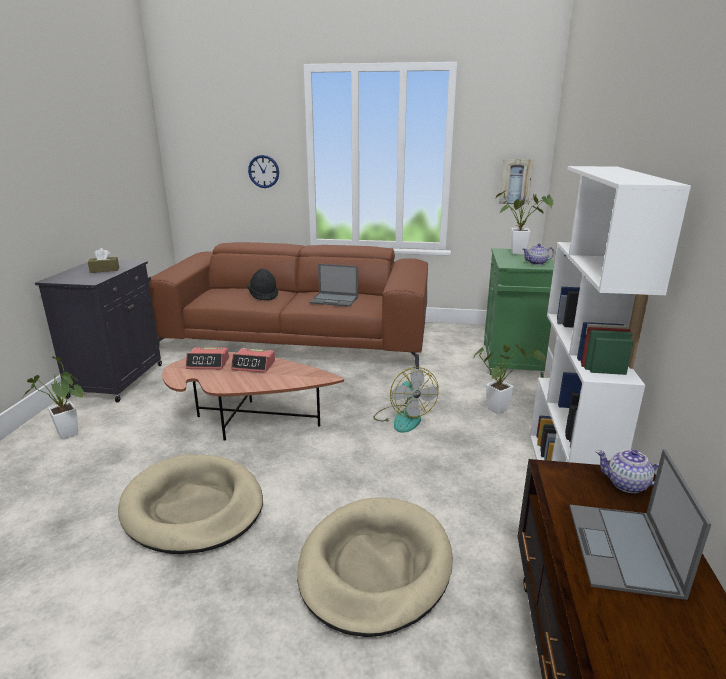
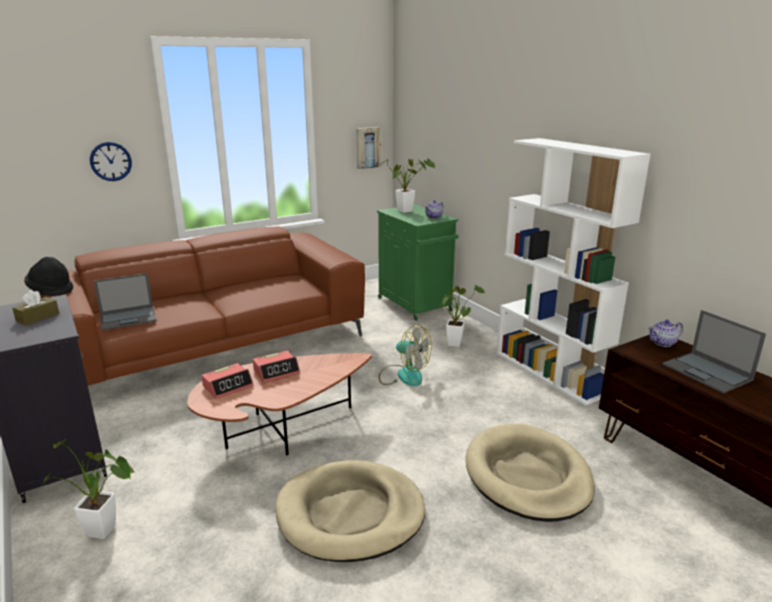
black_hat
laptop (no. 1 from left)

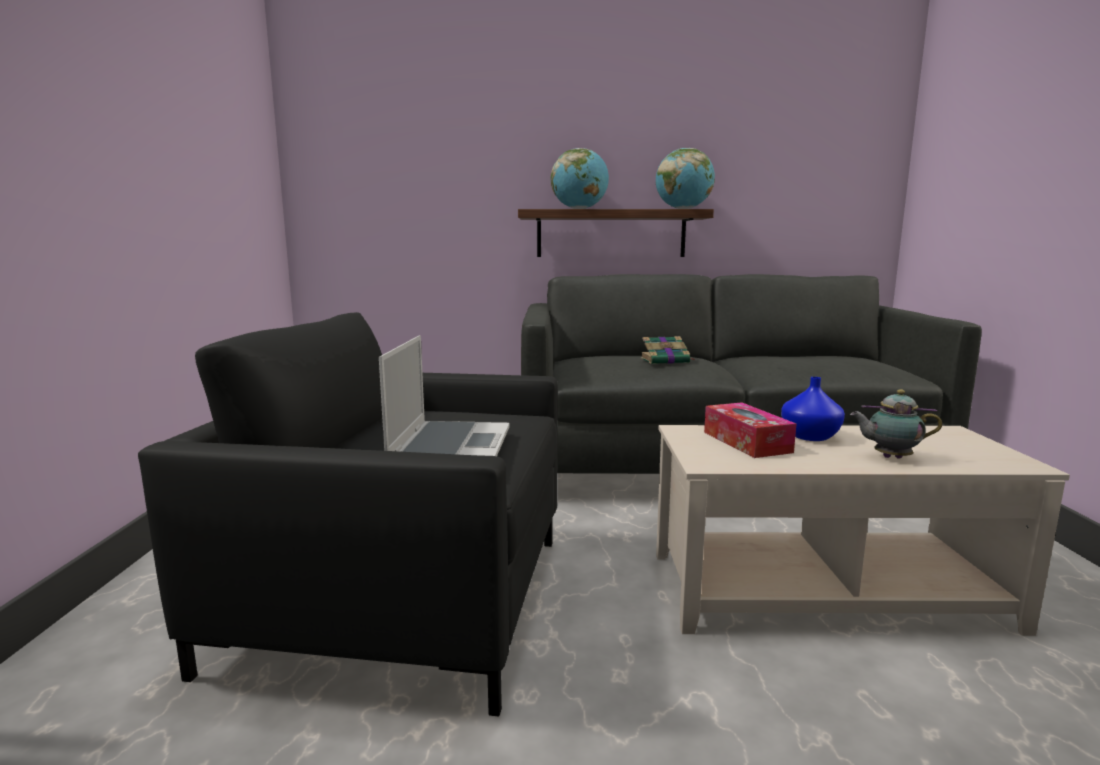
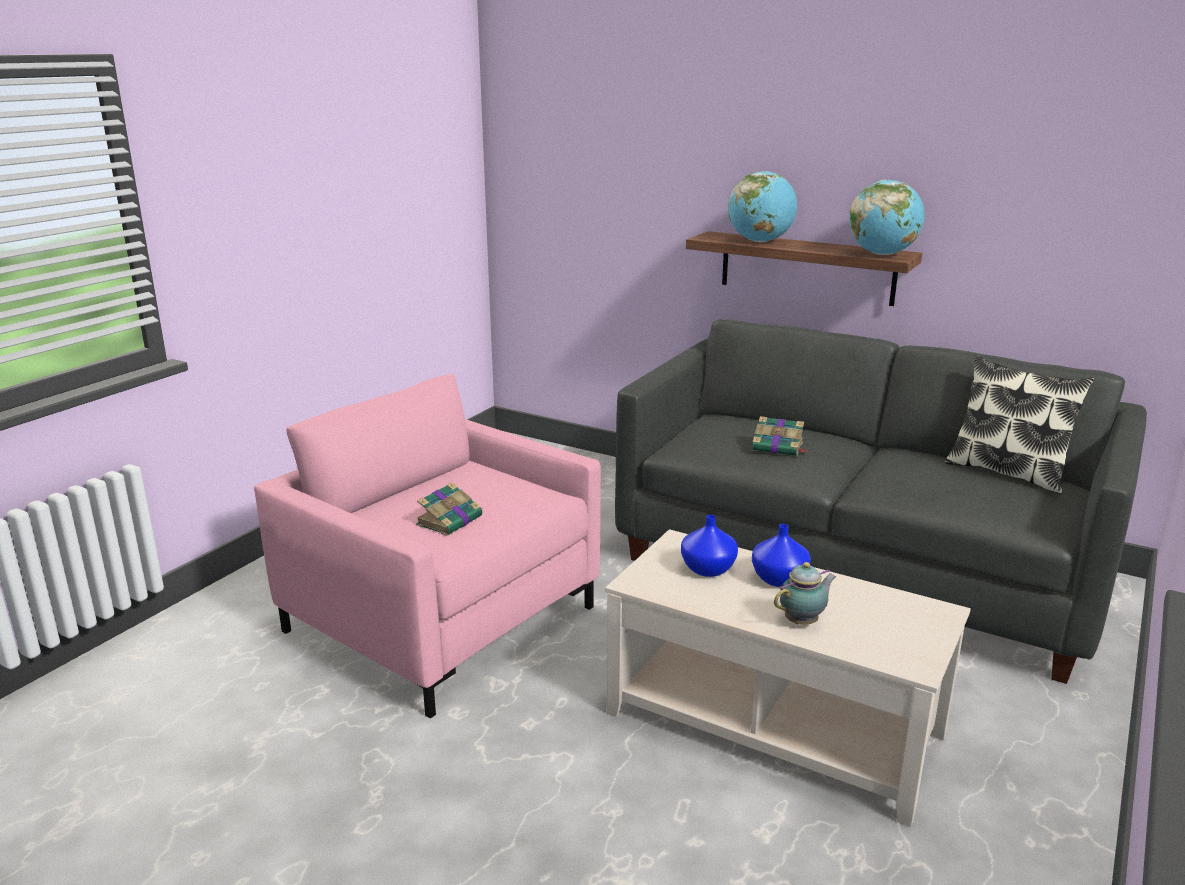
pink_armchair
book (no. 1 from left)
blue_vase (no. 1 from left)
teapot
pillow

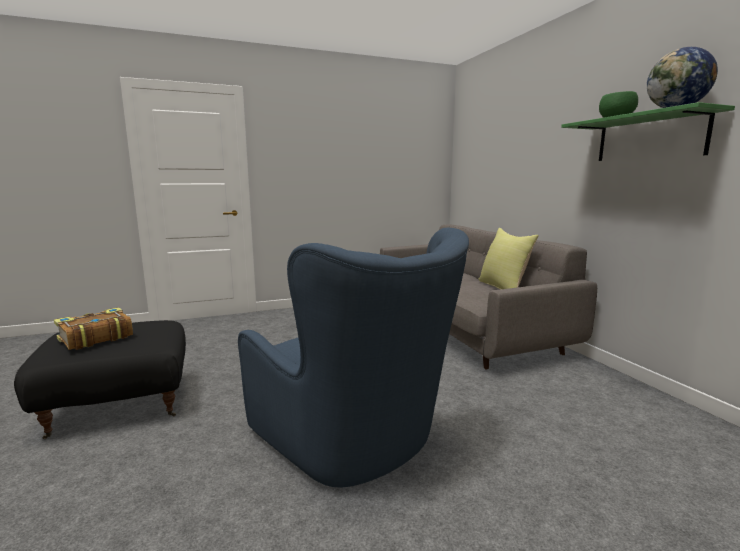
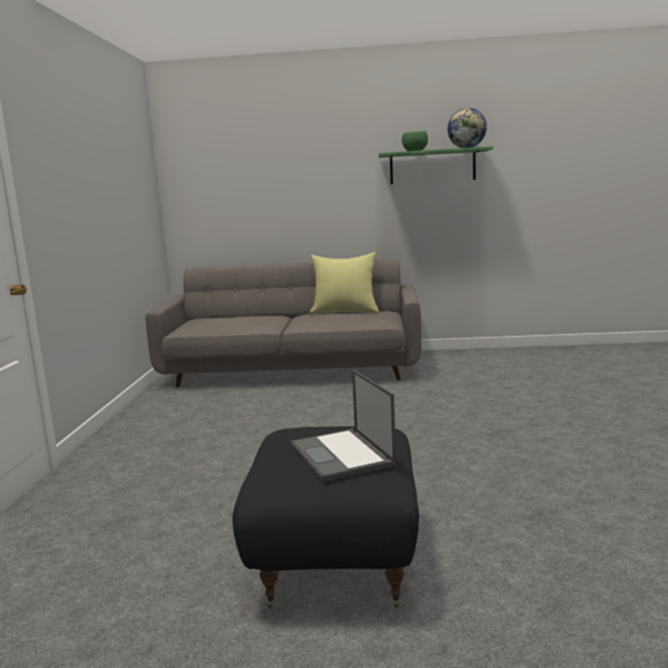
laptop
blue_armchair

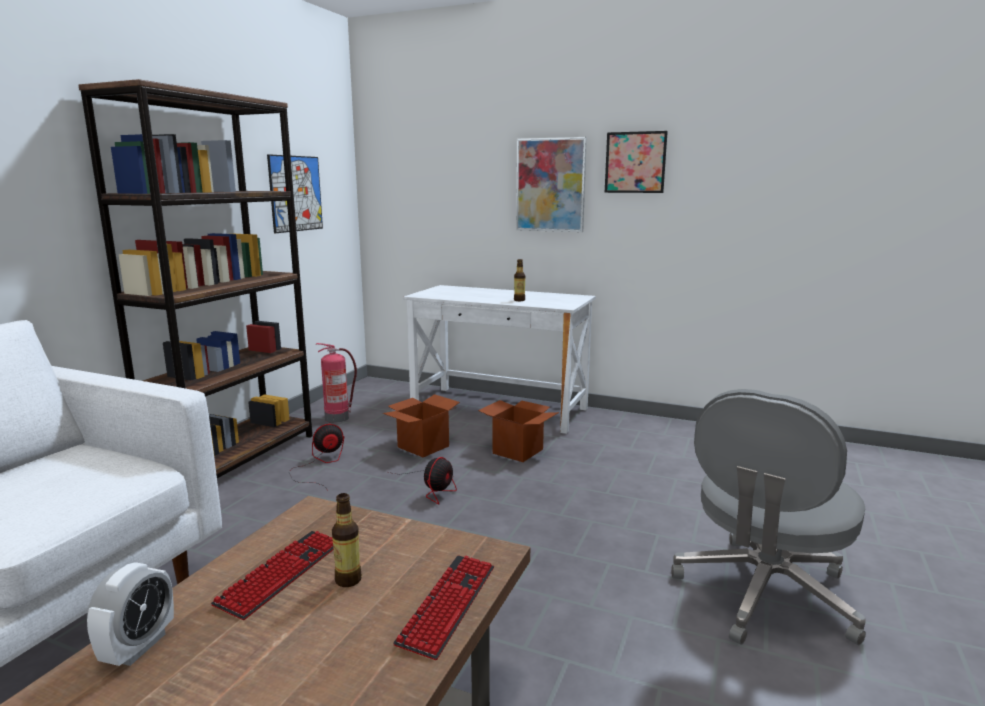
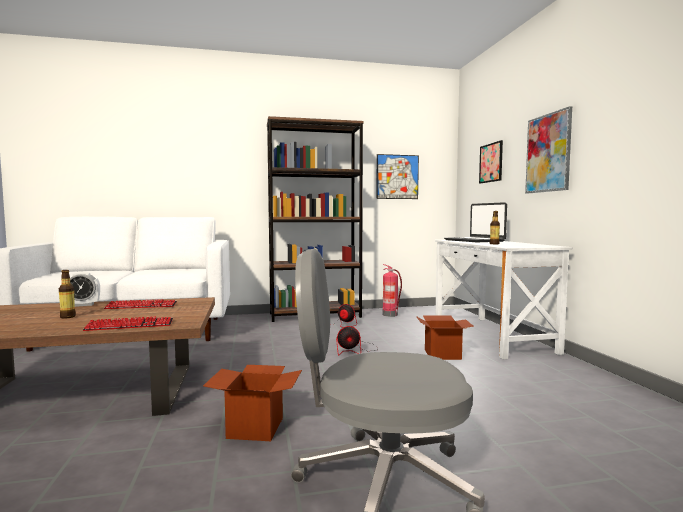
bottle (no. 1 from left)
cardboard_box (no. 1 from left)
laptop
picture (no. 2 from left)

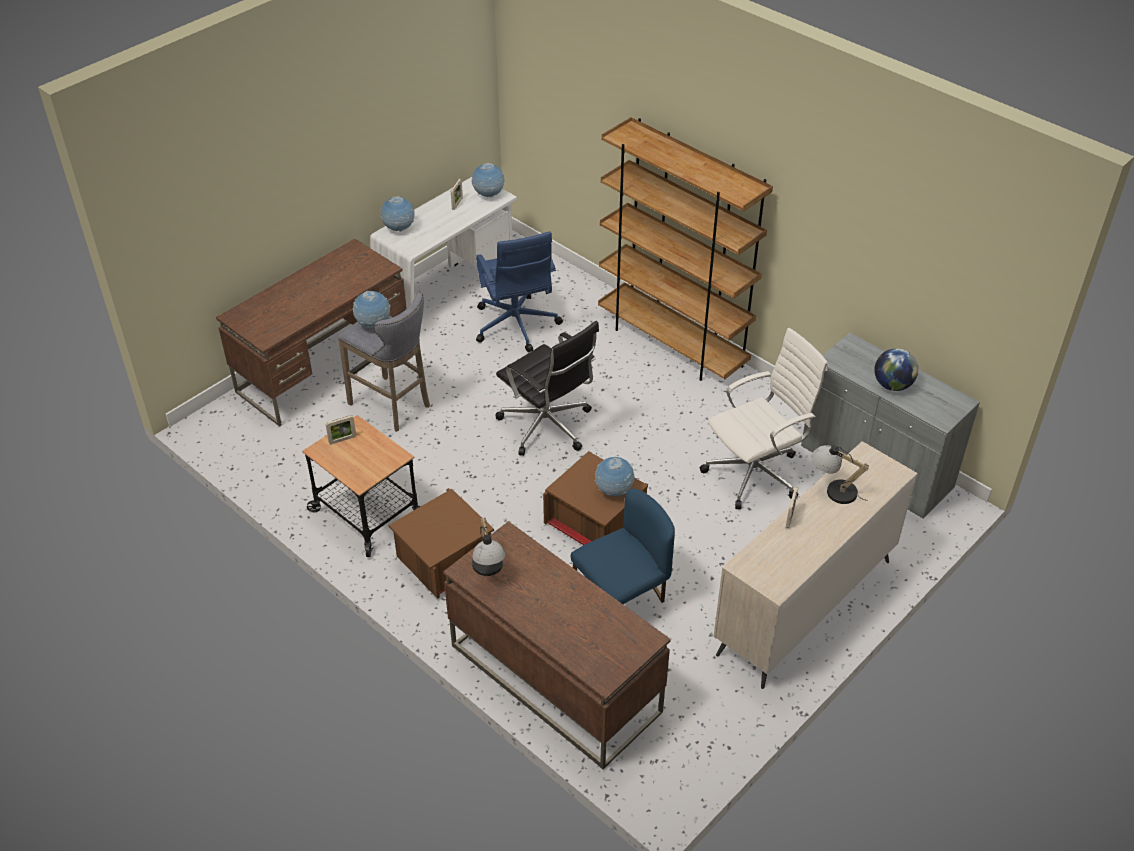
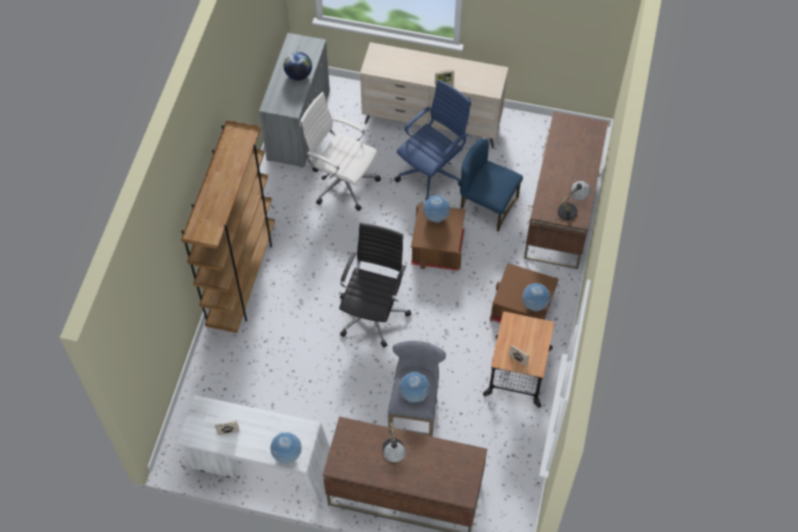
table_lamp (no. 1 from left)
blue_office_chair
globe (no. 5 from left)

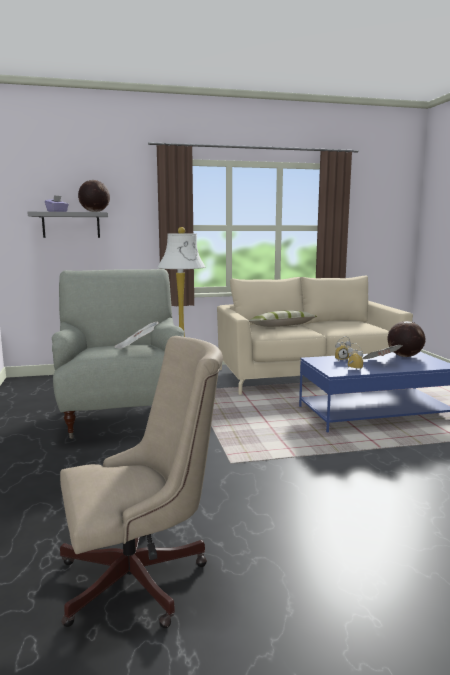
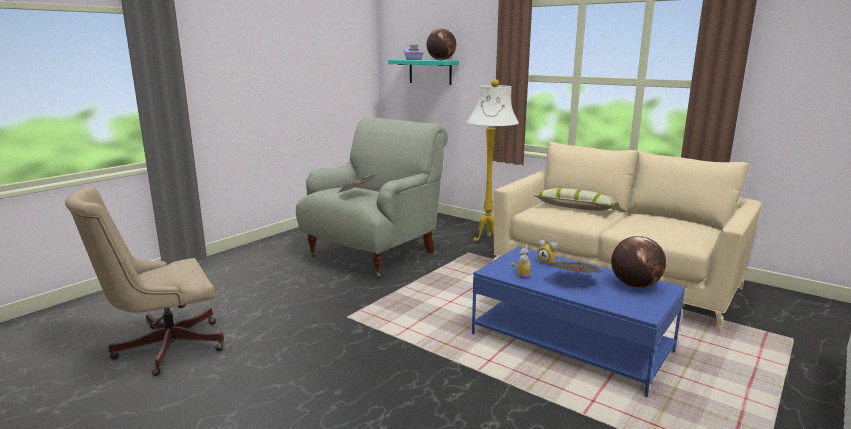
beige_office_chair
turquoise_shelf

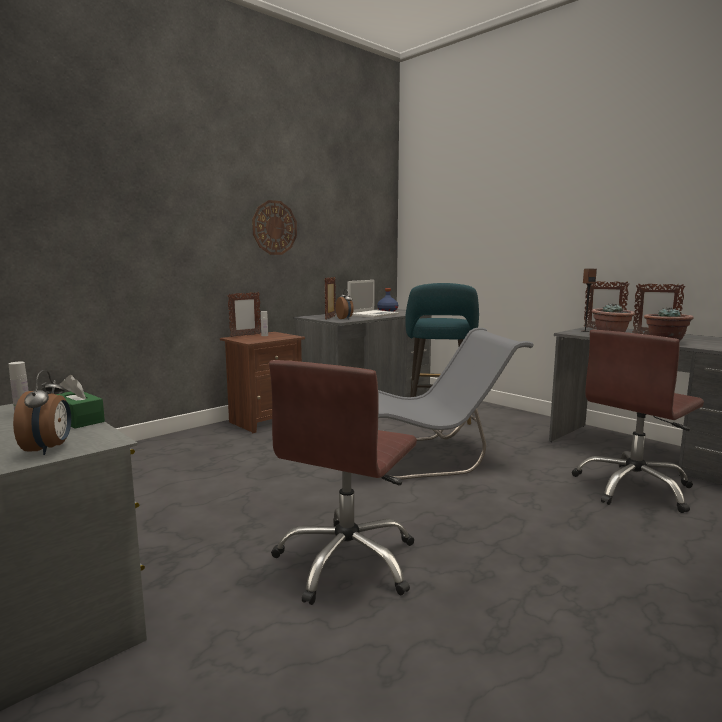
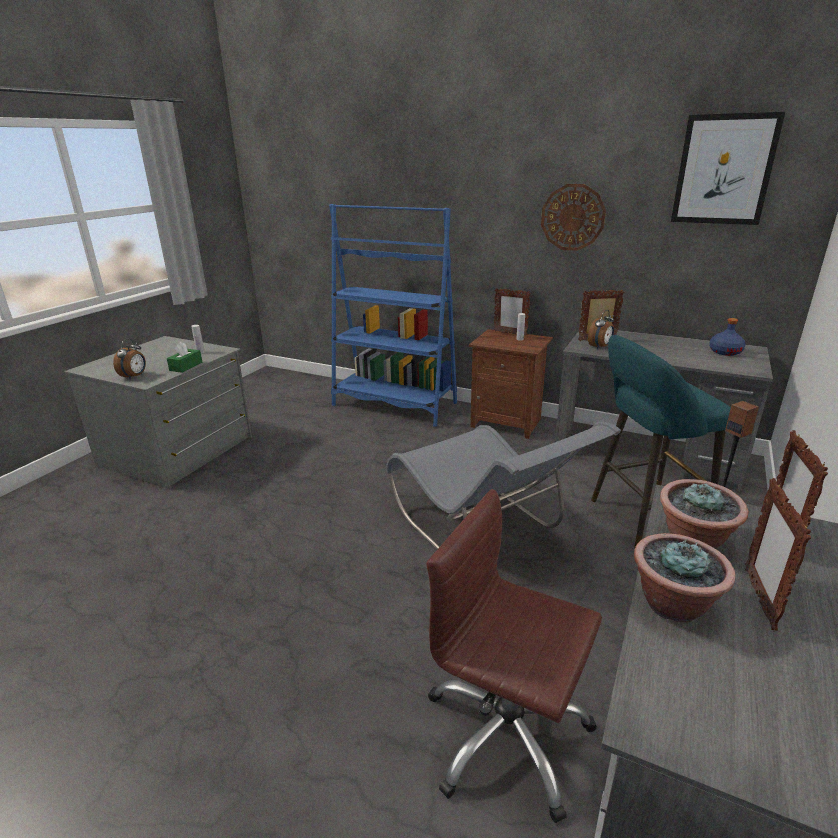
alarm_clock (no. 1 from left)
blue_bookcase
picture
brown_office_chair (no. 1 from left in the first image)
laptop

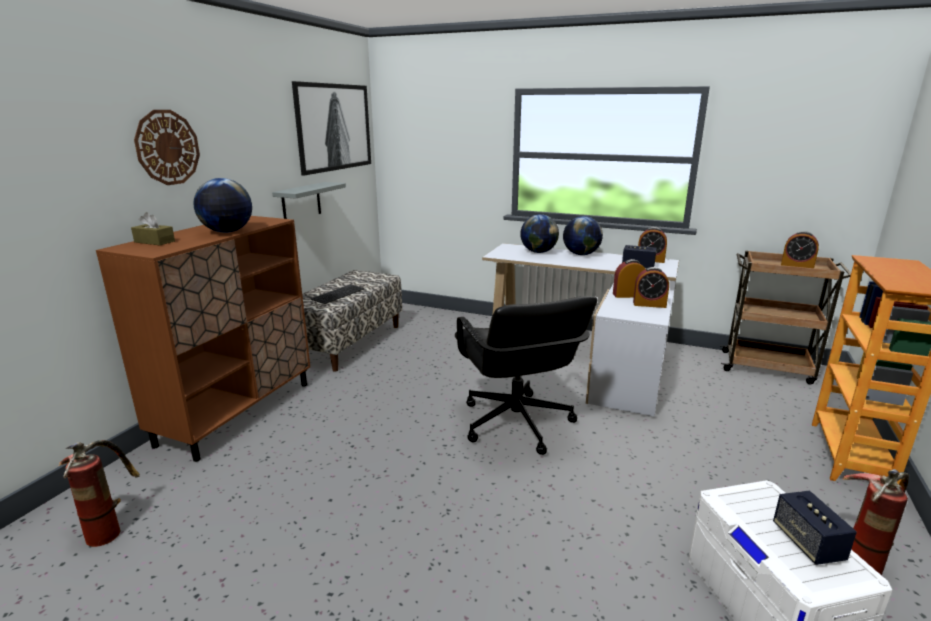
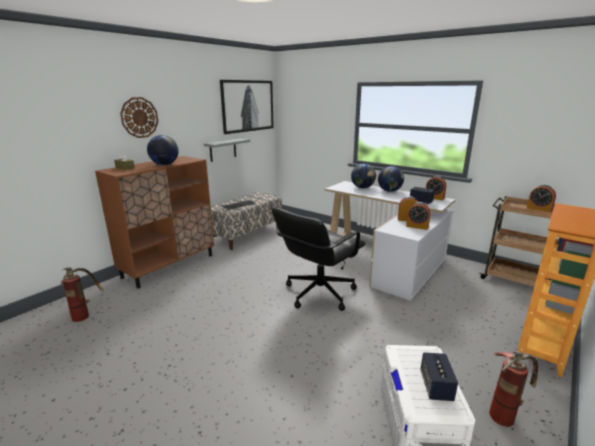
black_office_chair

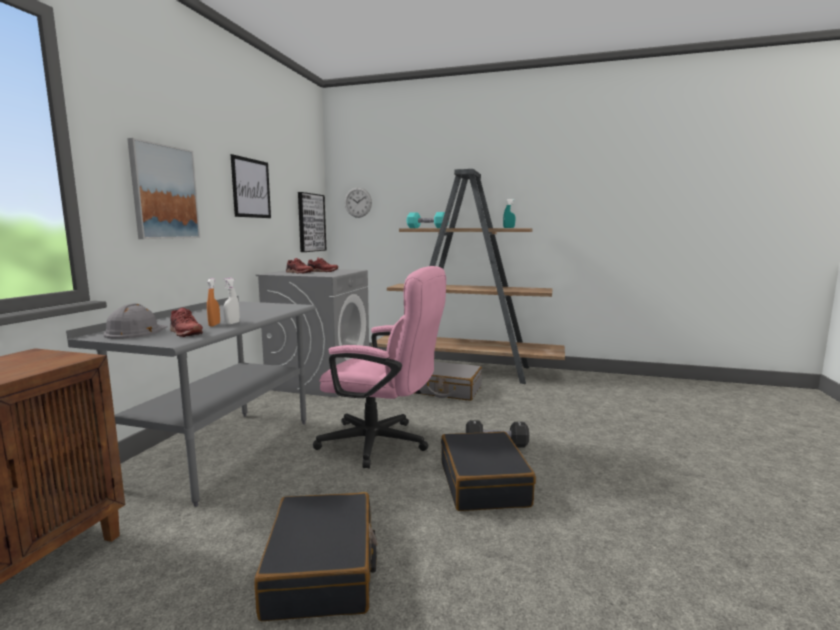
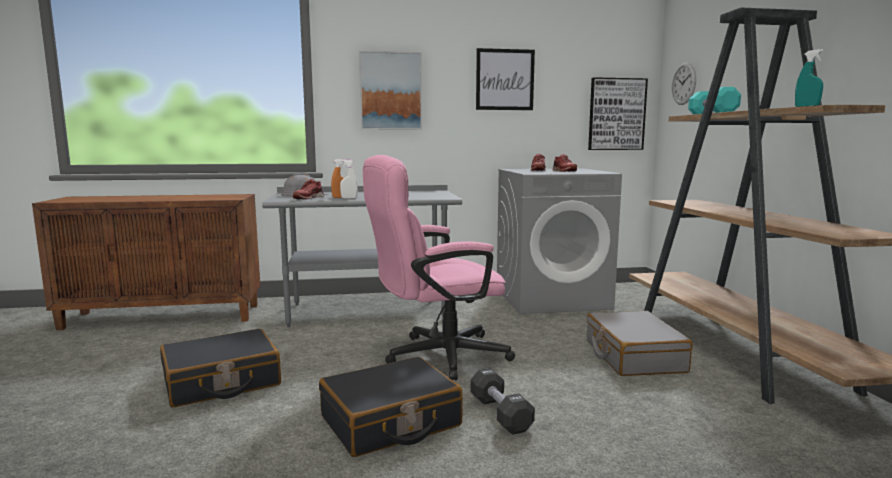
pink_office_chair

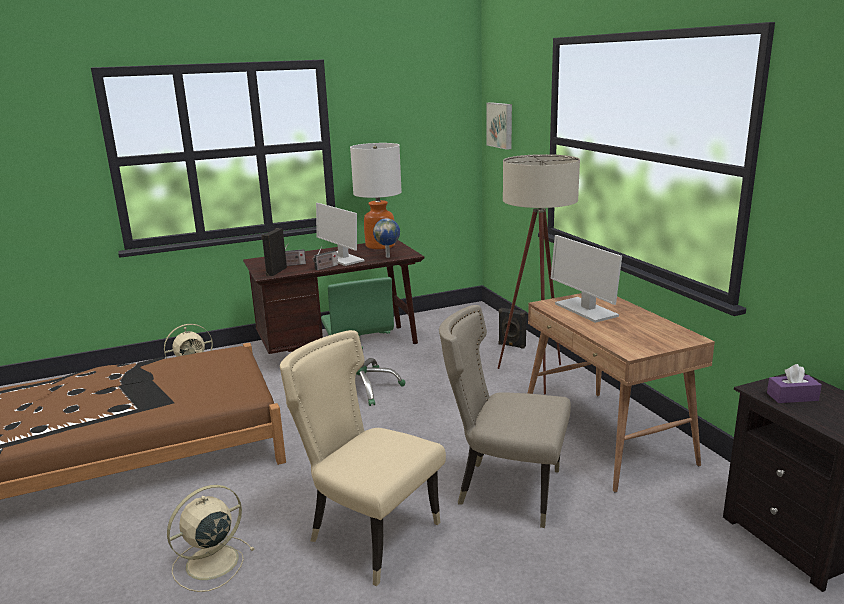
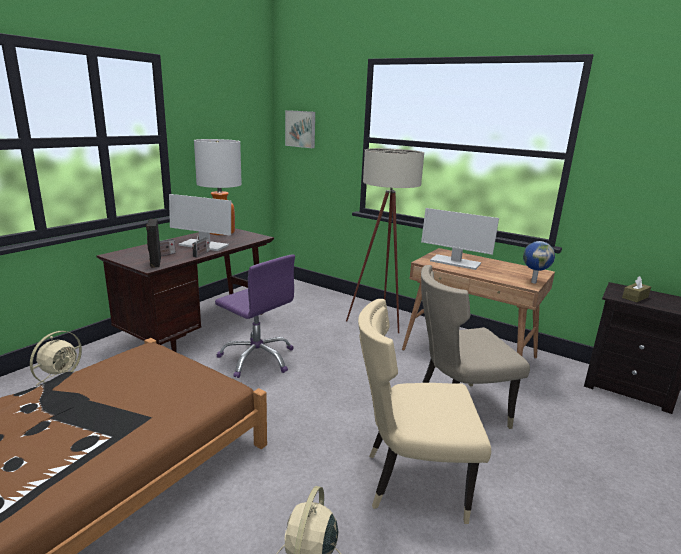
purple_office_chair
globe
brown_tissue_box
black_speaker (no. 2 from left in the first image)

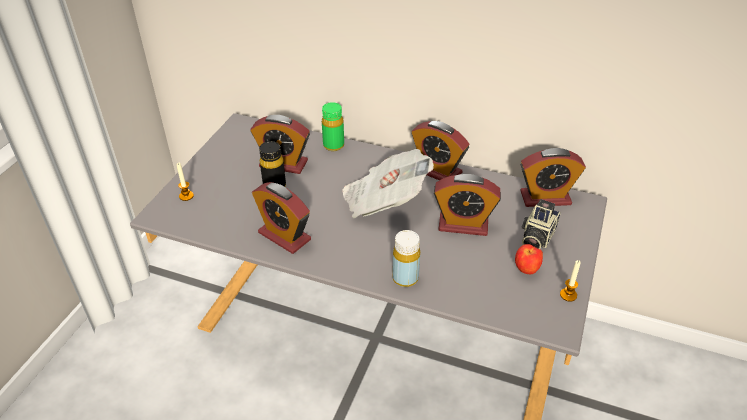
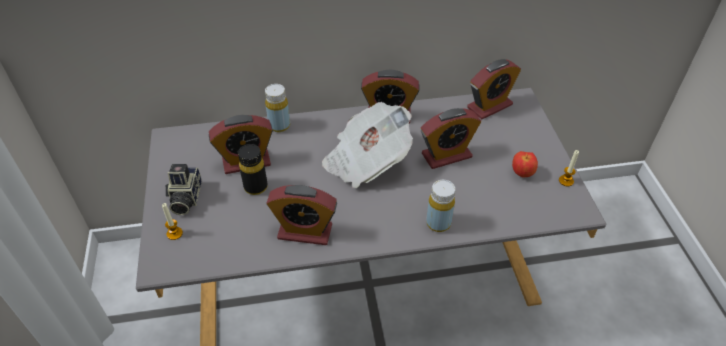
photo_camera
yellow_bottle (no. 1 from left)

